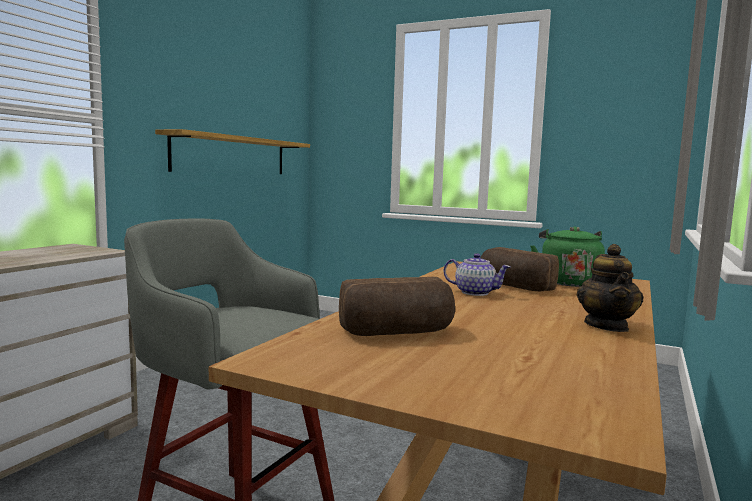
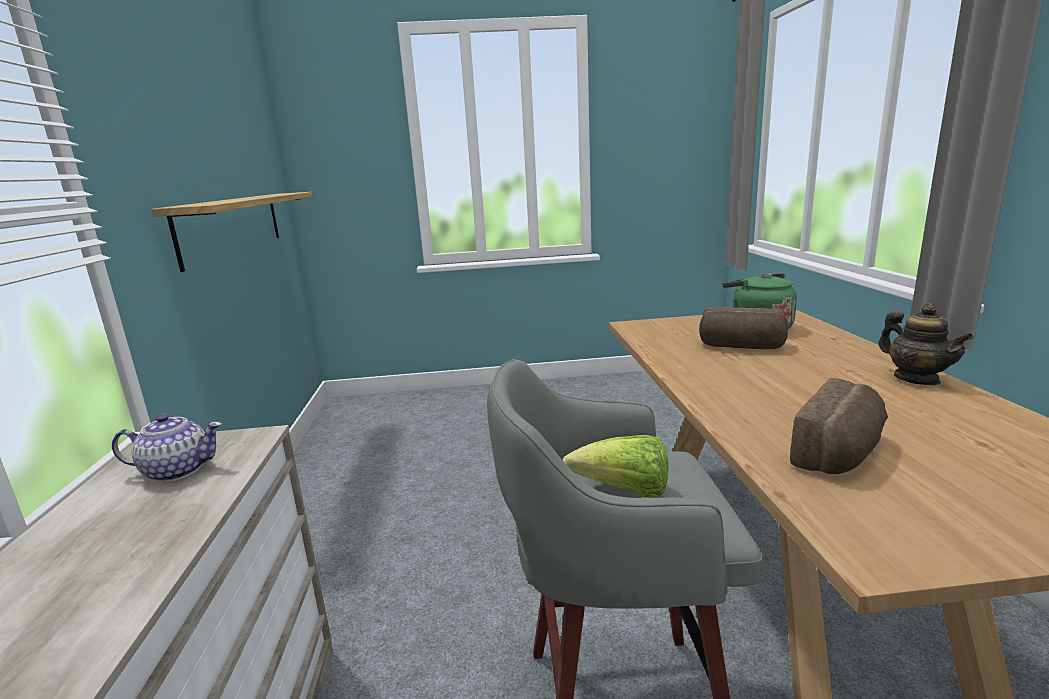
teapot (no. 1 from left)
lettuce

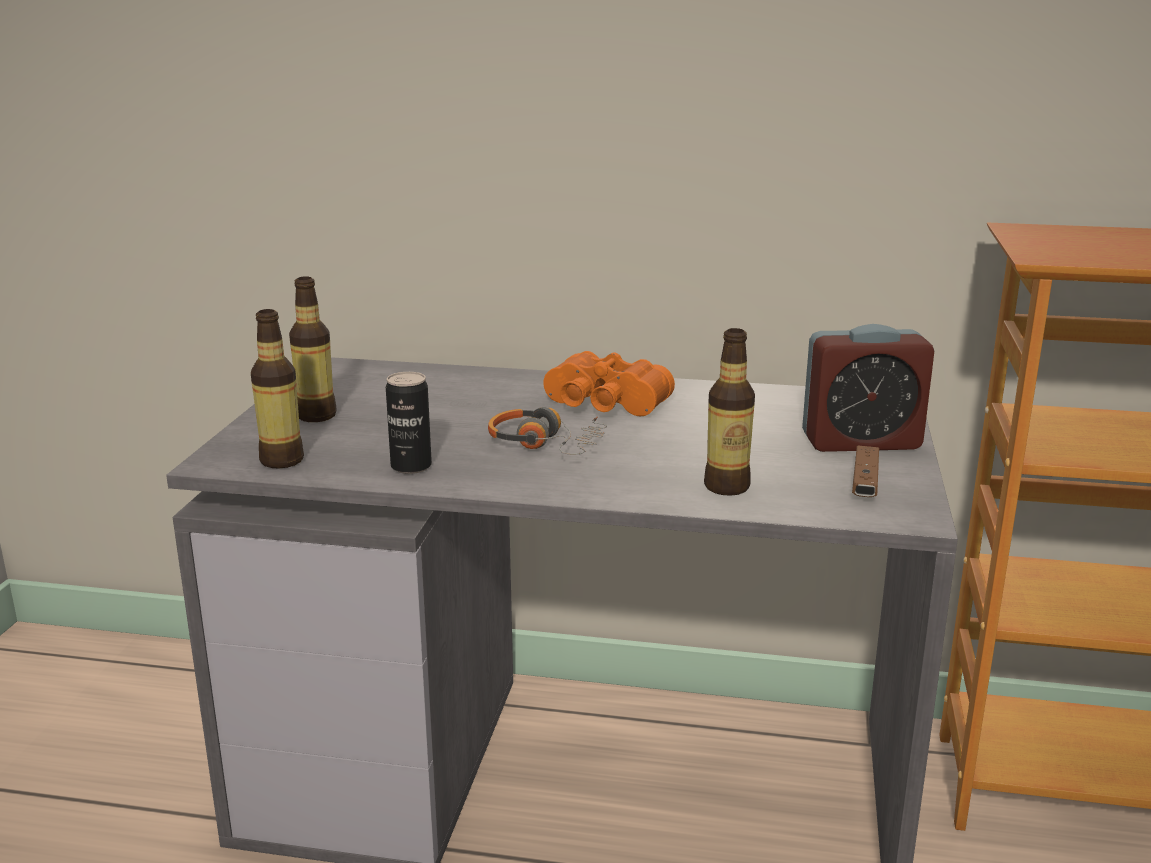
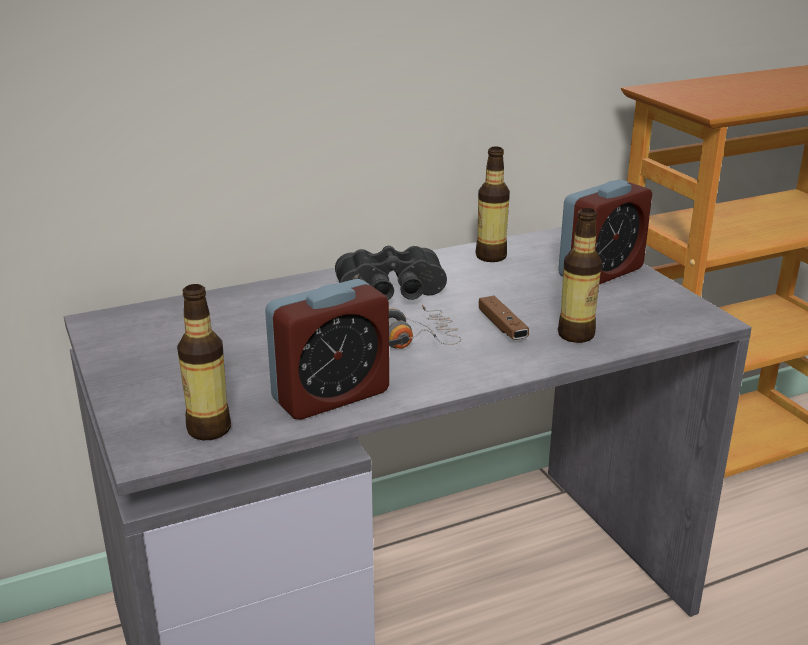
alarm_clock (no. 1 from left)
black_binoculars
bottle (no. 2 from left)
brown_game_controller

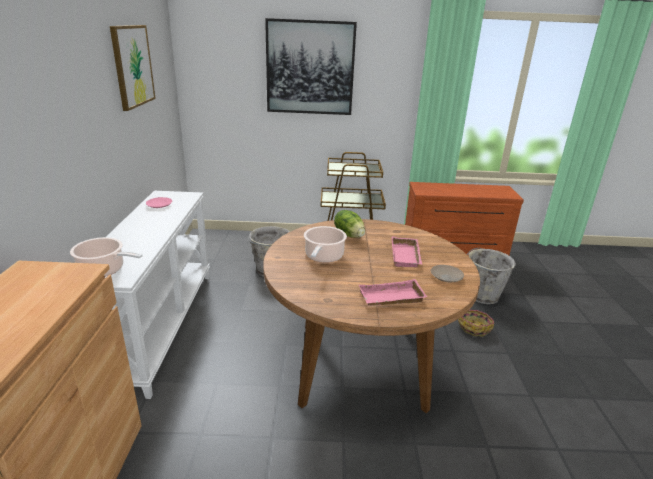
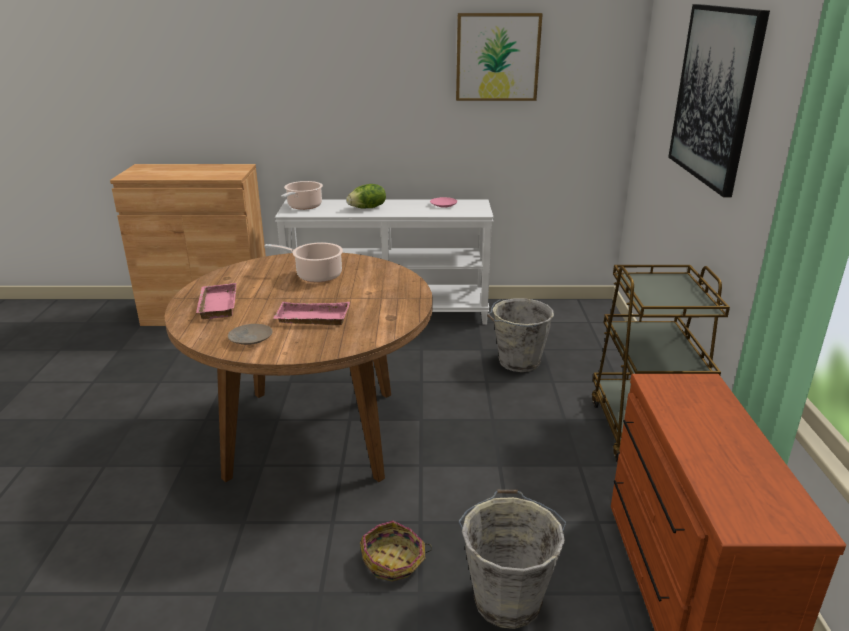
lettuce

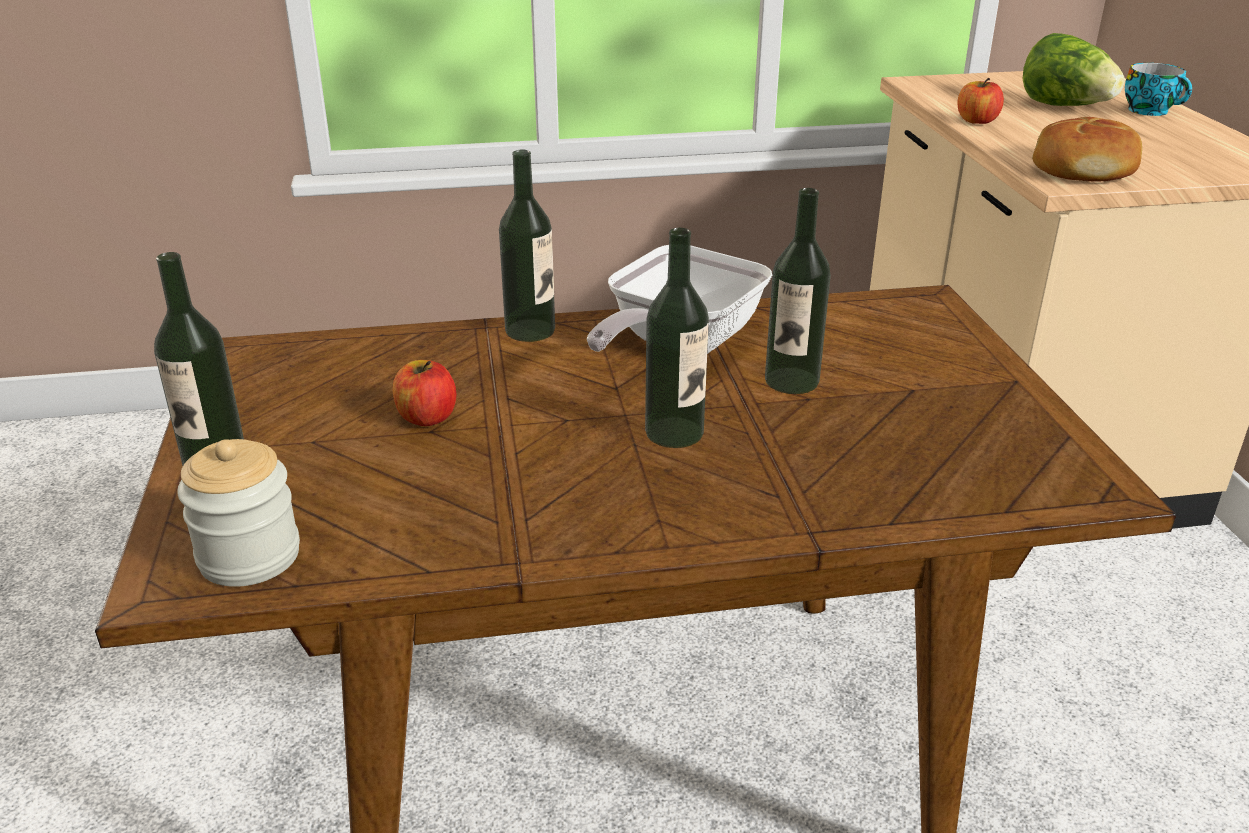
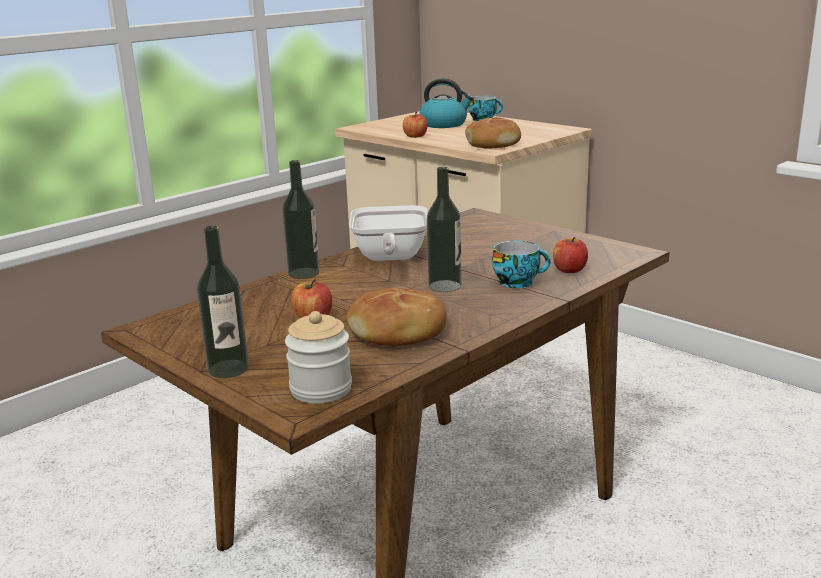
bread (no. 1 from left)
kettle
cup (no. 2 from left)
apple (no. 3 from left)
bottle (no. 4 from left in the first image)

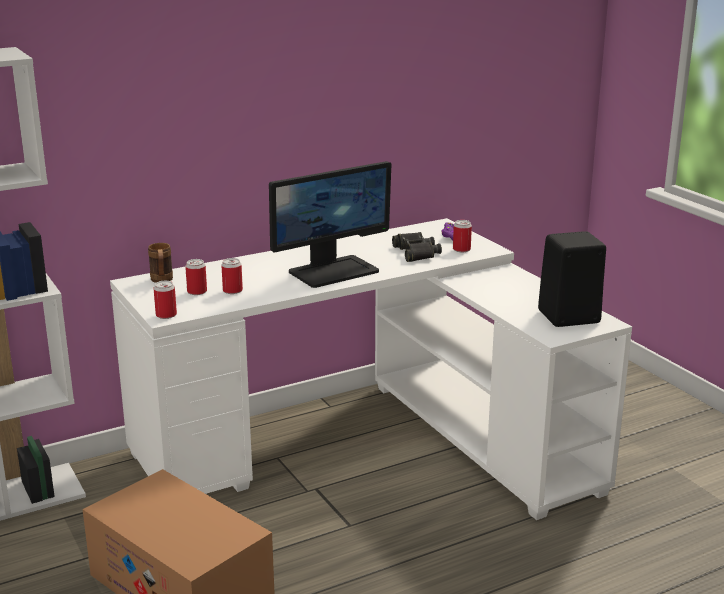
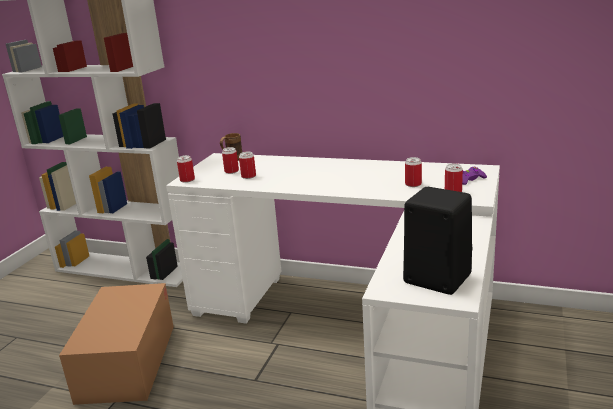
can (no. 4 from left)
monitor

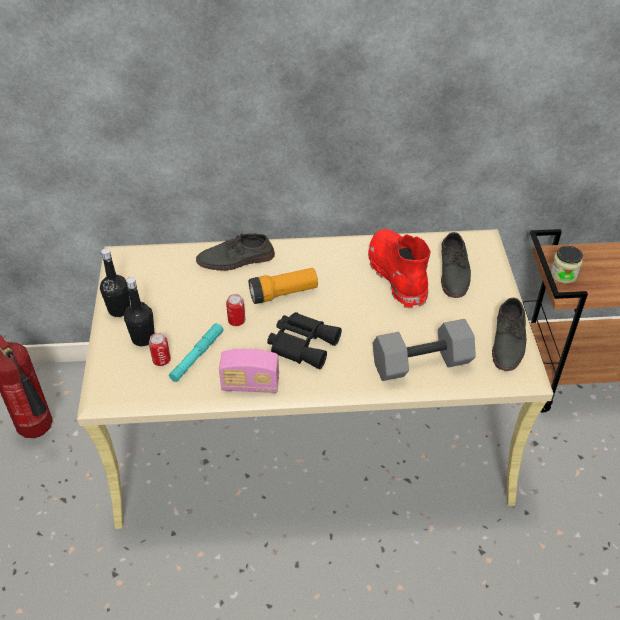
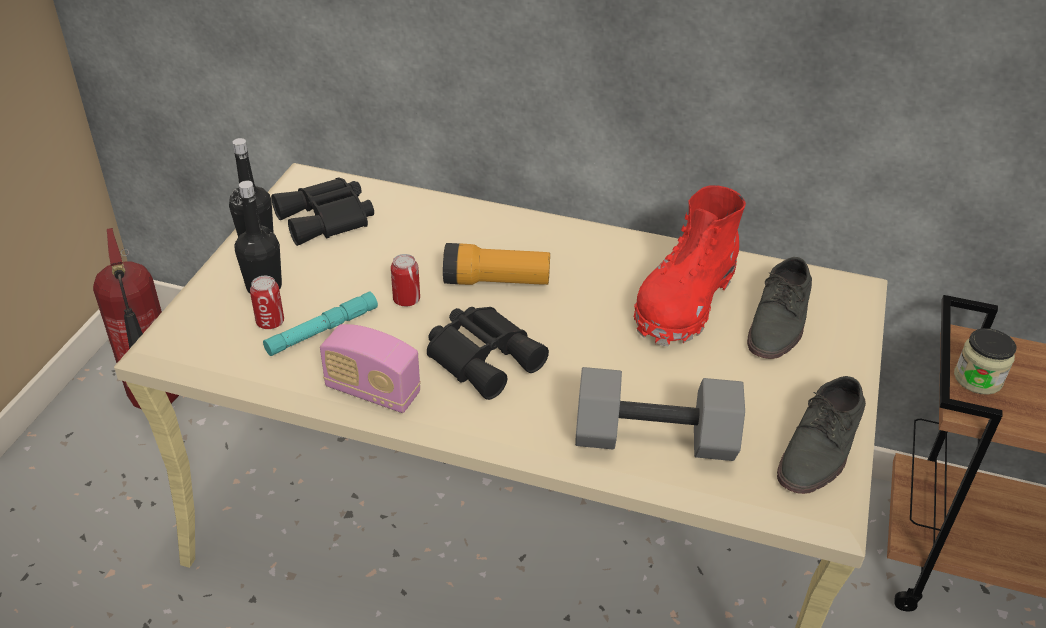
black_binoculars (no. 1 from left)
red_boot
grey_shoe (no. 1 from left in the first image)

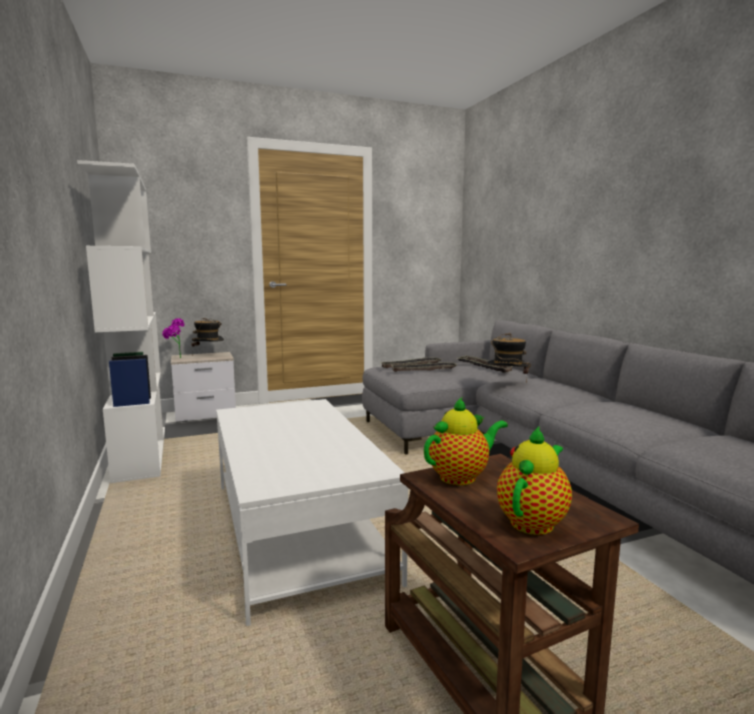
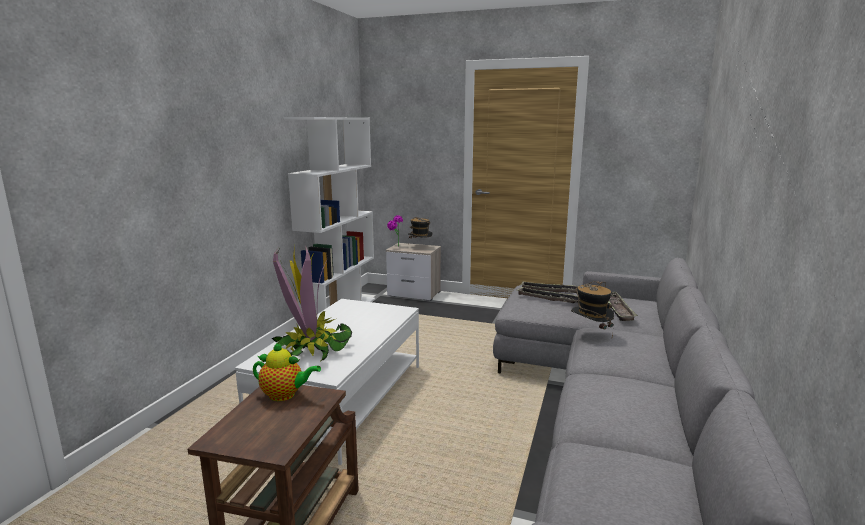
potted_plant (no. 1 from left)
teapot (no. 2 from left in the first image)

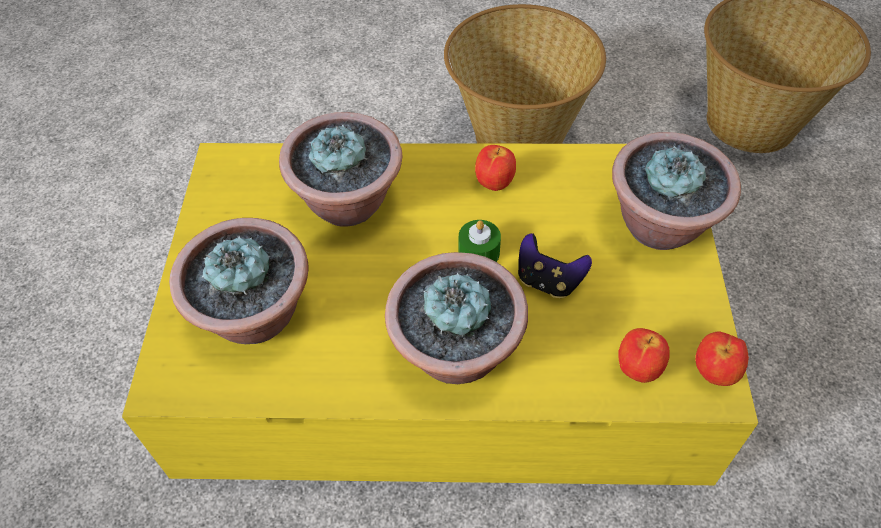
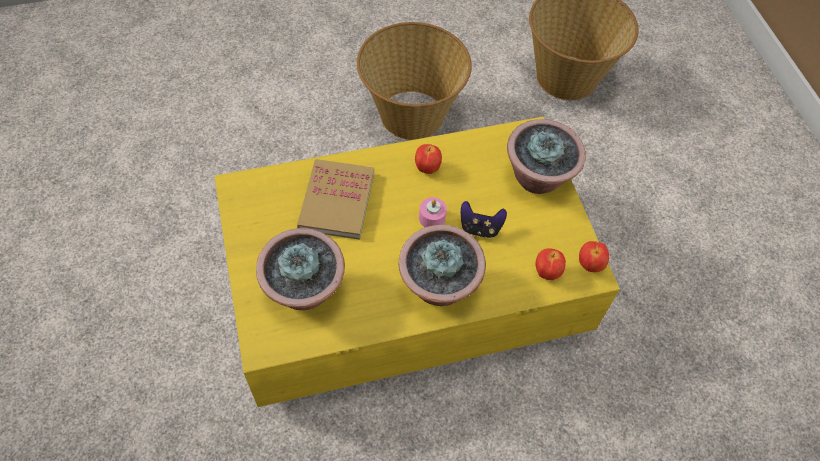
book
pink_candle

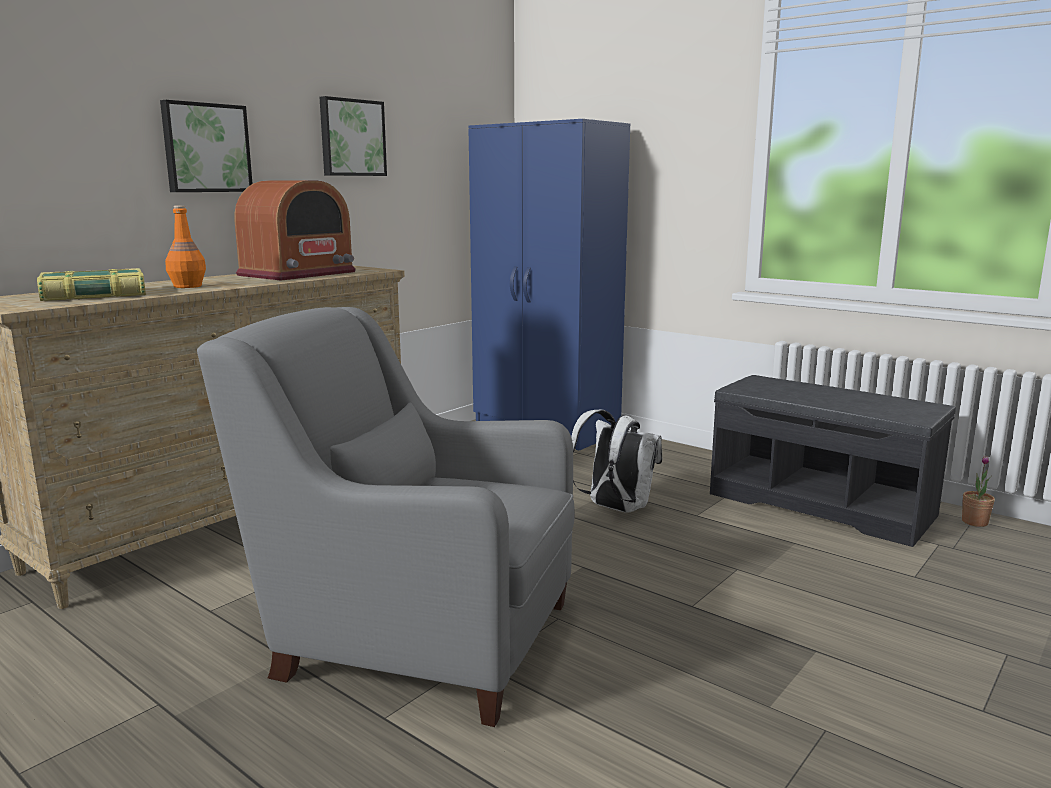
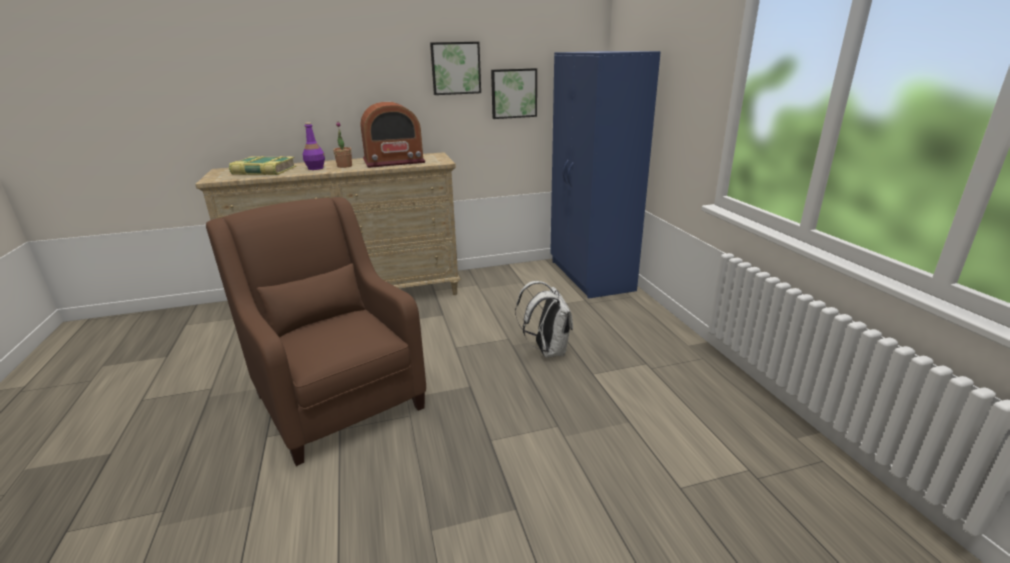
brown_armchair
purple_bottle
potted_plant
picture (no. 2 from left)
grey_bench

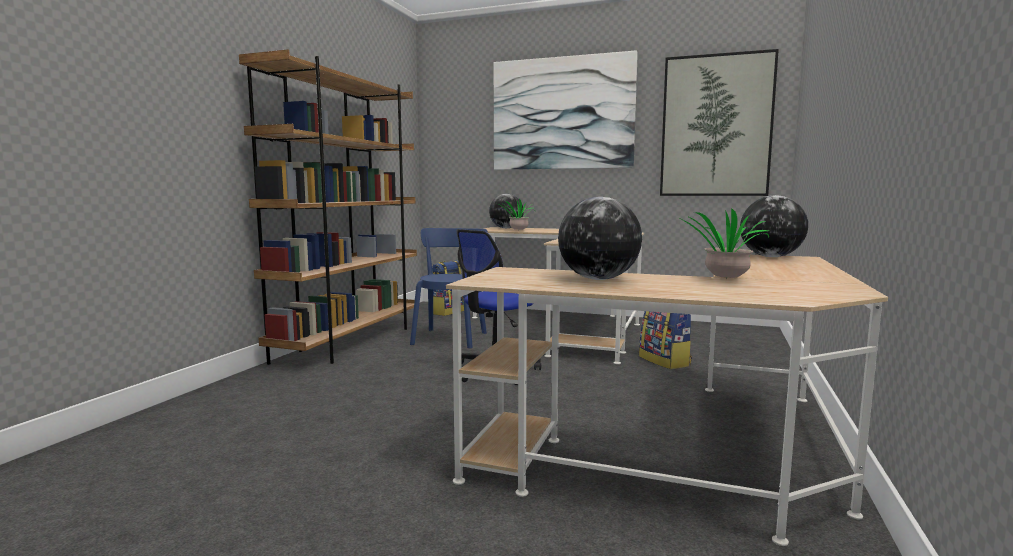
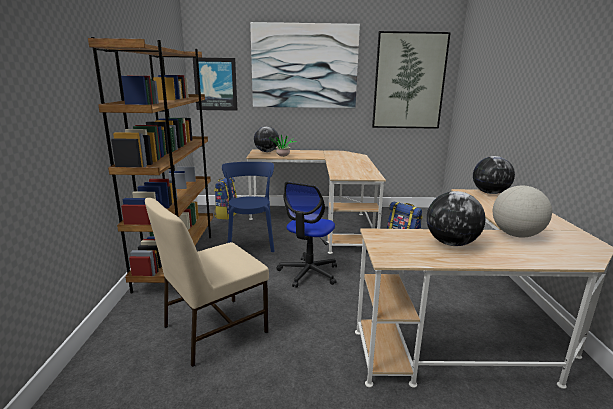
beige_chair
picture (no. 1 from left)
globe (no. 4 from left)

